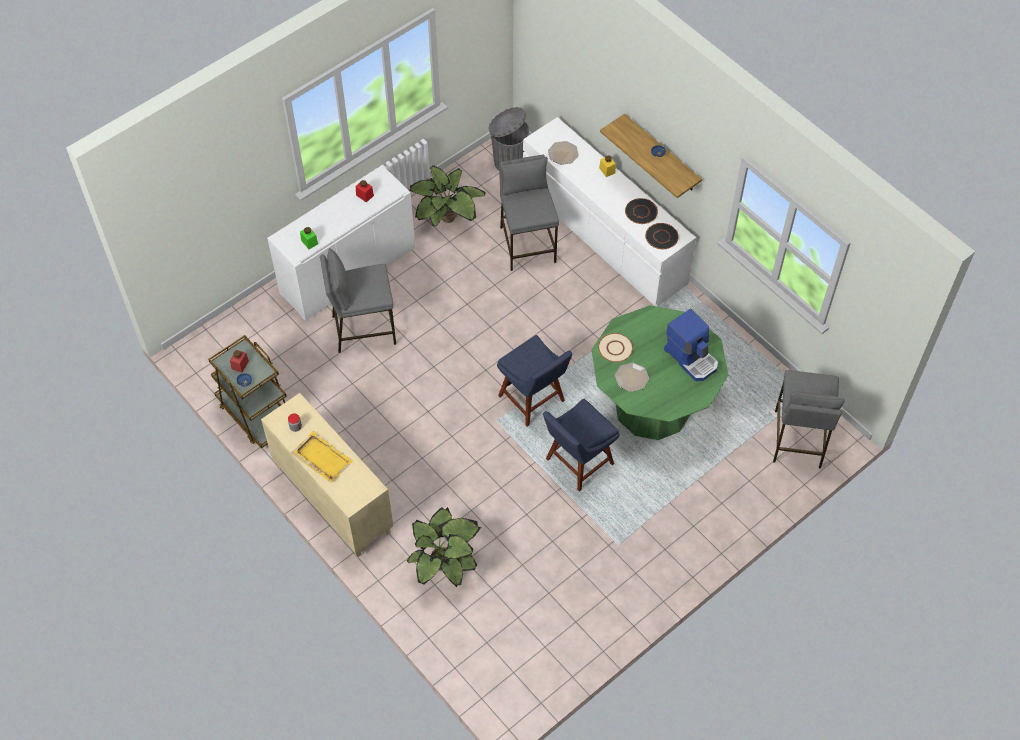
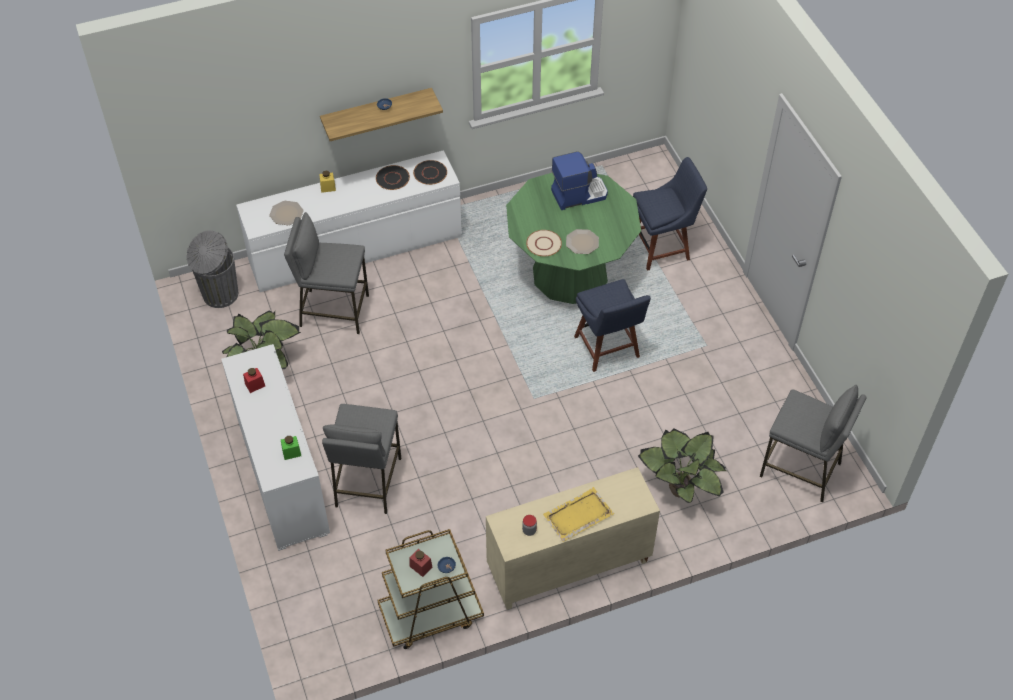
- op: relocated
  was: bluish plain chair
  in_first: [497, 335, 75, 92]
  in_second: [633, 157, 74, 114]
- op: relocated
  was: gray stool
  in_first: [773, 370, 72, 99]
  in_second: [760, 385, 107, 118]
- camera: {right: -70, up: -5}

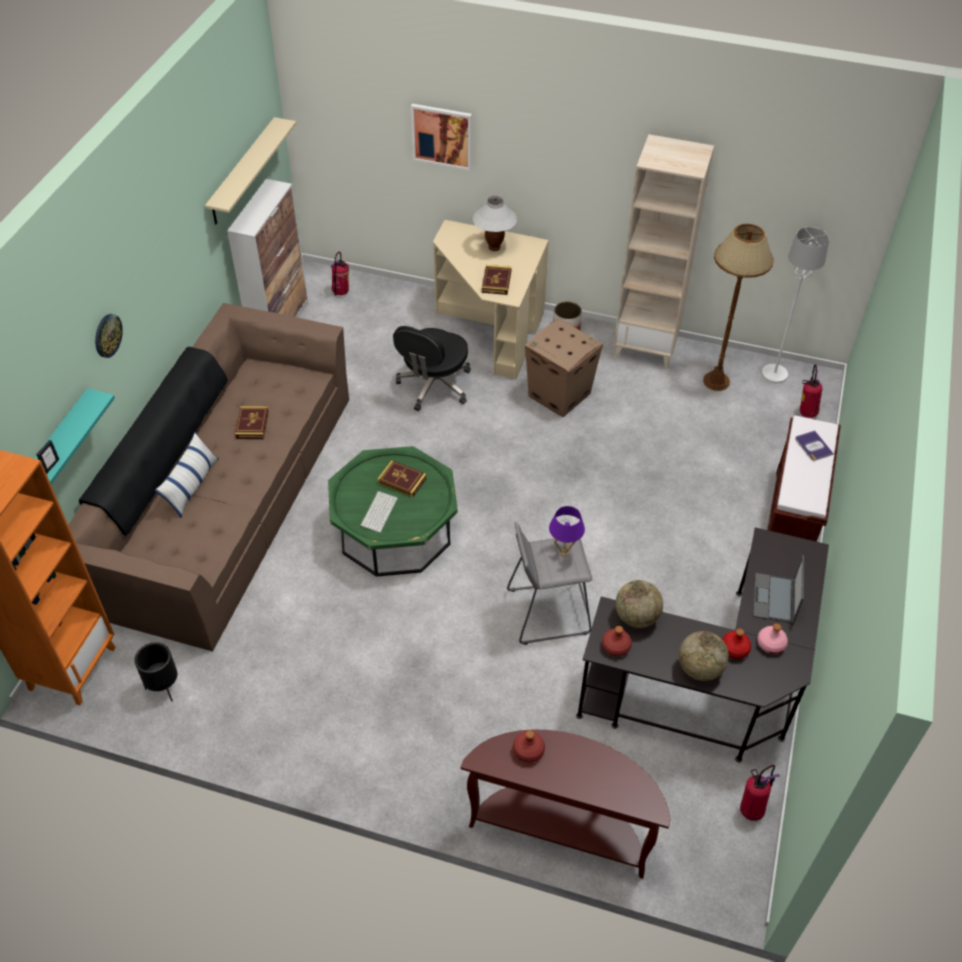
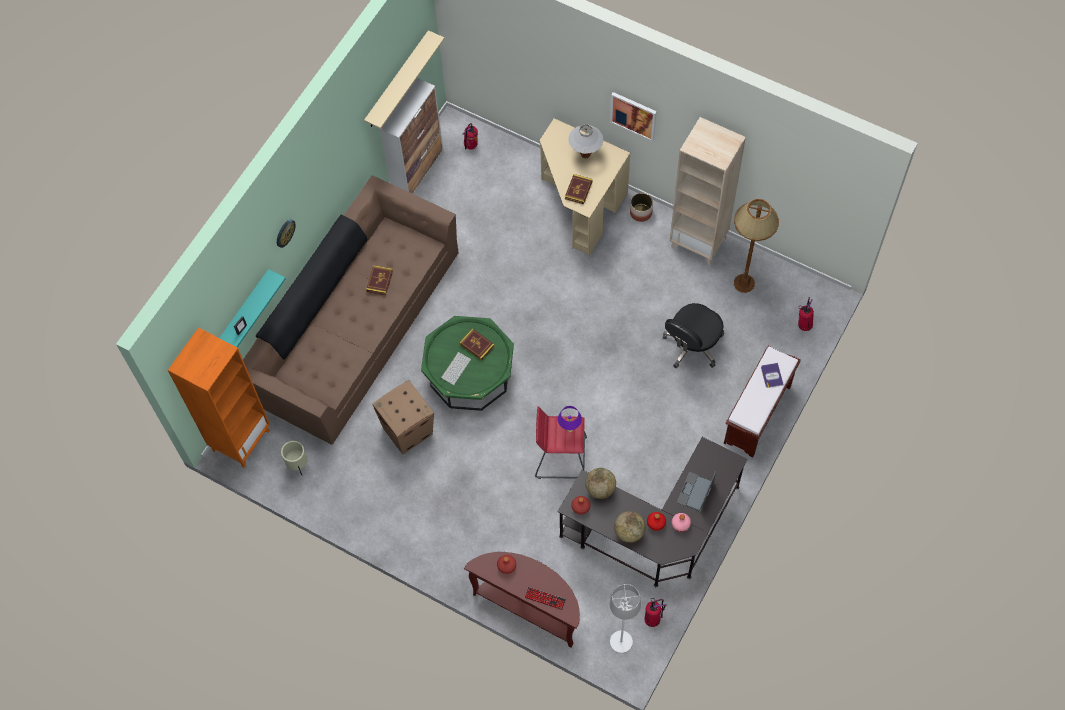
- op: missing
  was: cushion
  in_first: [155, 432, 64, 86]
- op: appeared
  now: computer keyboard
  in_second: [525, 587, 41, 23]
- op: relocated
  was: black office chair
  in_first: [393, 326, 78, 85]
  in_second: [663, 303, 61, 65]
- op: relocated
  was: wall picture
  in_first: [411, 104, 61, 67]
  in_second: [610, 92, 47, 50]
- op: relocated
  was: packing box
  in_first: [525, 319, 78, 98]
  in_second: [372, 380, 62, 74]
- op: relocated
  was: whitish standing lamp
  in_first: [762, 227, 67, 156]
  in_second: [610, 584, 31, 69]
- op: colour
  was: black plant pot
  now: sand-coloured plant pot
  in_first: [134, 642, 43, 59]
  in_second: [281, 441, 26, 34]
- op: colour
  was: gray stool
  now: red stool
  in_first: [507, 522, 85, 123]
  in_second: [535, 406, 52, 73]
- camera: {right: 15, up: 15}

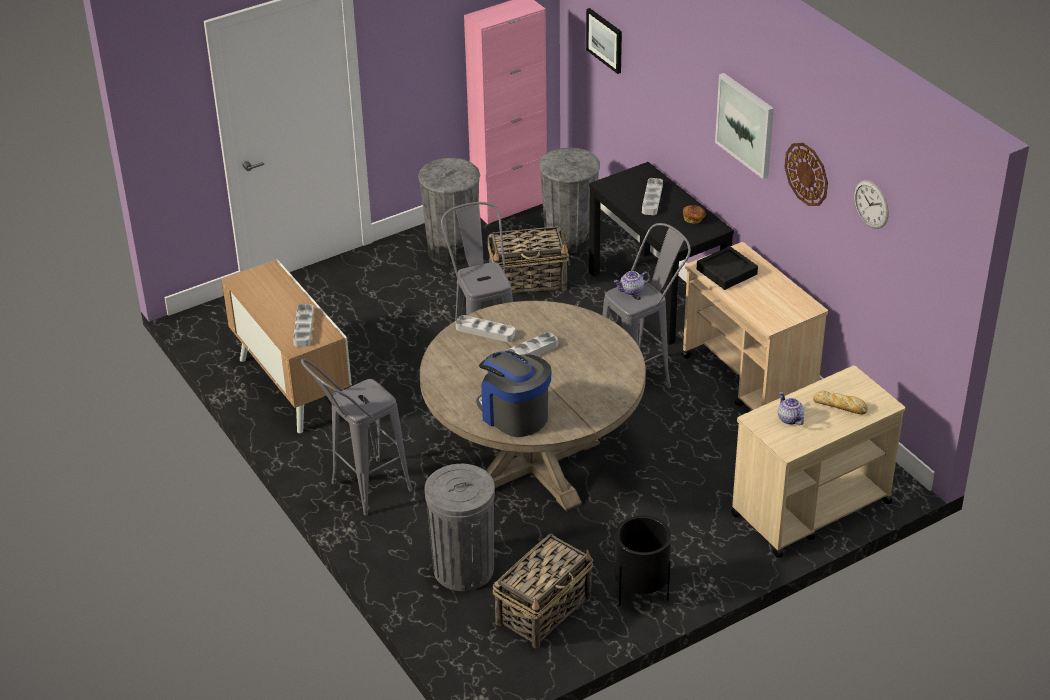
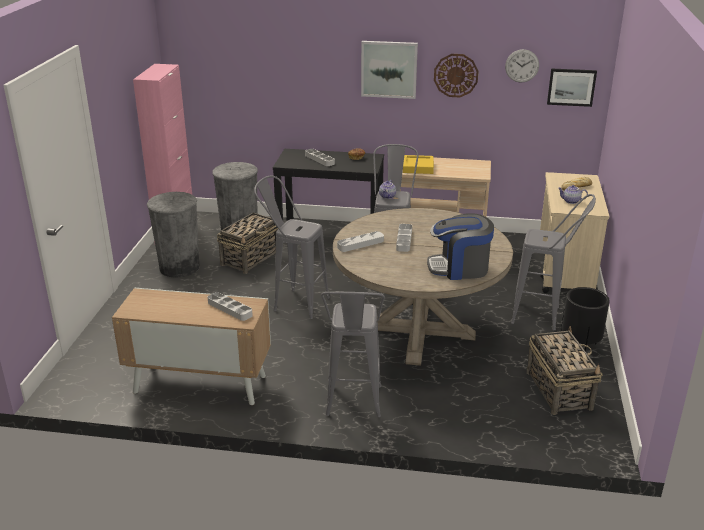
- op: missing
  was: gray rubbish bin
  in_first: [425, 464, 70, 127]
- op: appeared
  now: gray stool
  in_second: [511, 194, 85, 136]
- op: relocated
  was: wall picture
  in_first: [586, 8, 36, 66]
  in_second: [547, 68, 50, 39]
- op: colour
  was: black serving tray
  now: yellowish serving tray
  in_first: [697, 246, 61, 44]
  in_second: [403, 155, 31, 19]
- camera: {right: -50, up: -10}

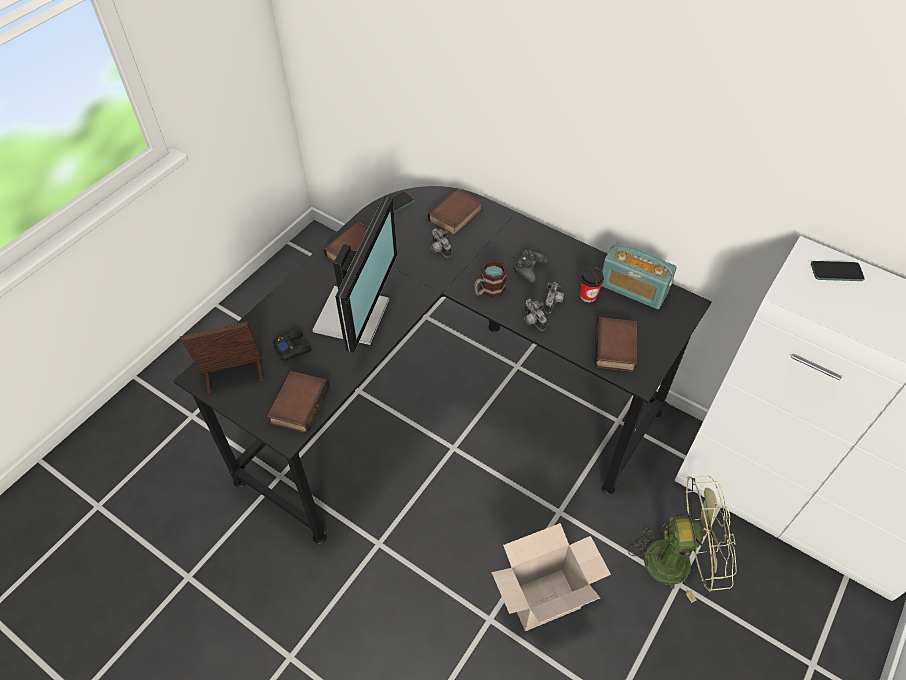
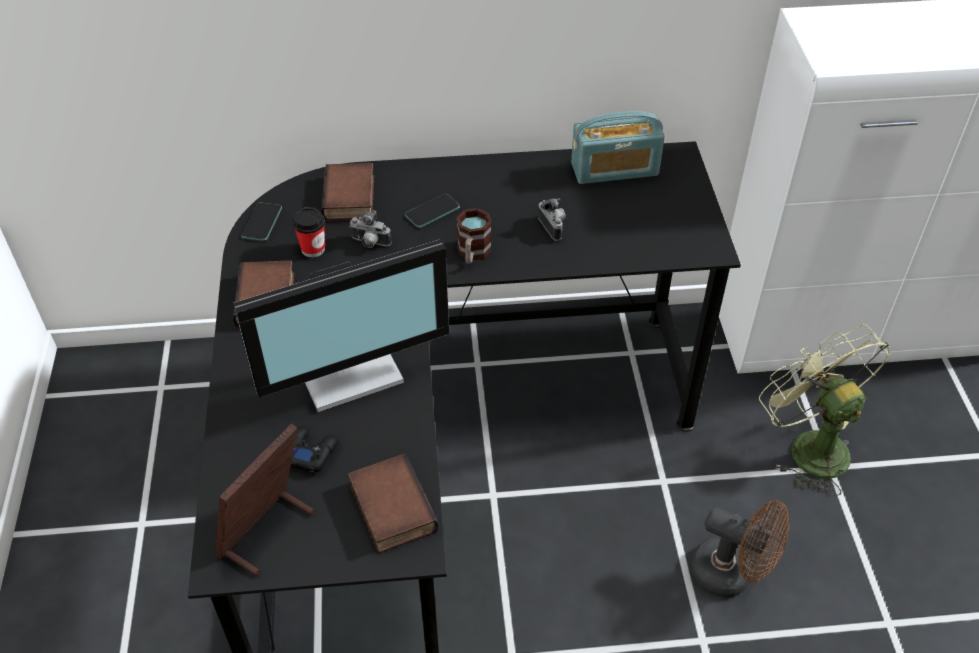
- op: missing
  was: black joypad
  in_first: [513, 250, 35, 33]
- op: missing
  was: still camera
  in_first: [524, 299, 23, 32]
- op: missing
  was: volume
  in_first: [594, 317, 43, 55]
- op: relocated
  was: drinking cup
  in_first: [580, 267, 24, 35]
  in_second: [293, 207, 32, 50]
- op: relocated
  was: handset
  in_first: [811, 261, 54, 20]
  in_second: [405, 194, 55, 34]
- op: exchanged
  was: packing box
  now: brown-coloured electric fan
  in_first: [491, 523, 120, 108]
  in_second: [689, 500, 101, 98]
- op: spun
  was: monitor
  in_first: [313, 196, 84, 157]
  in_second: [233, 240, 216, 172]
  clockwise: 90
- op: spun
  was: greenish electric fan
  in_first: [628, 476, 109, 127]
  in_second: [759, 324, 131, 172]
  clockwise: -75
- camera: {right: -40, up: -5}

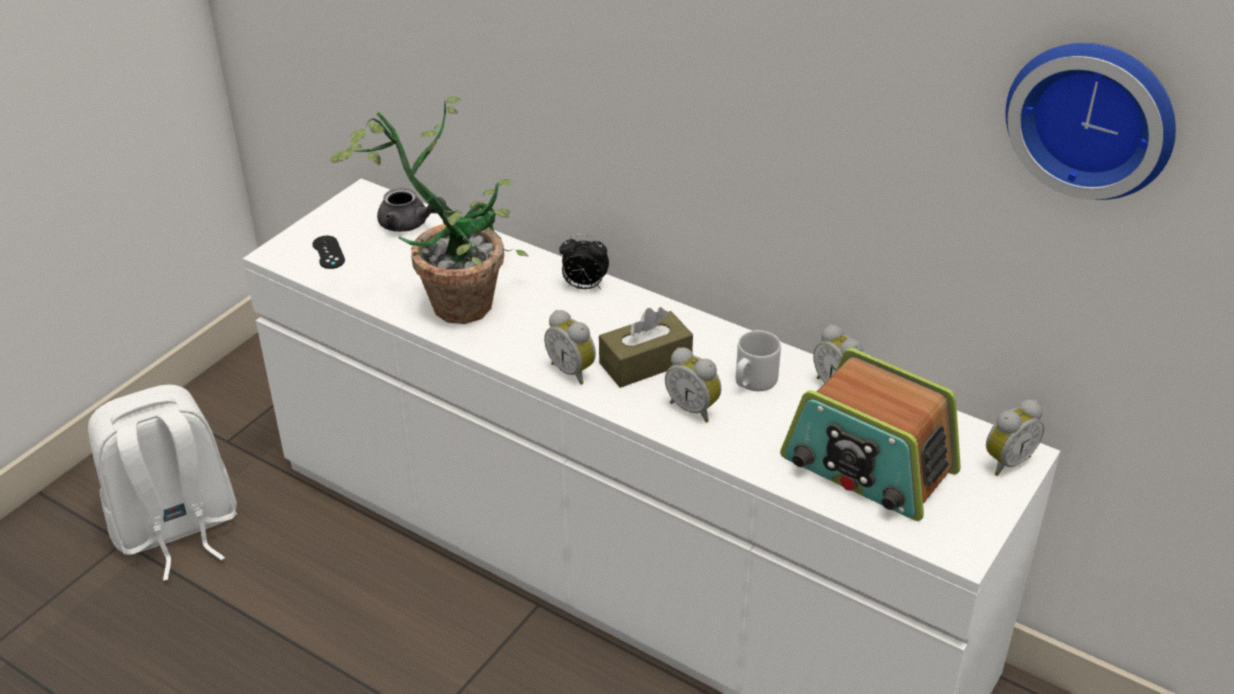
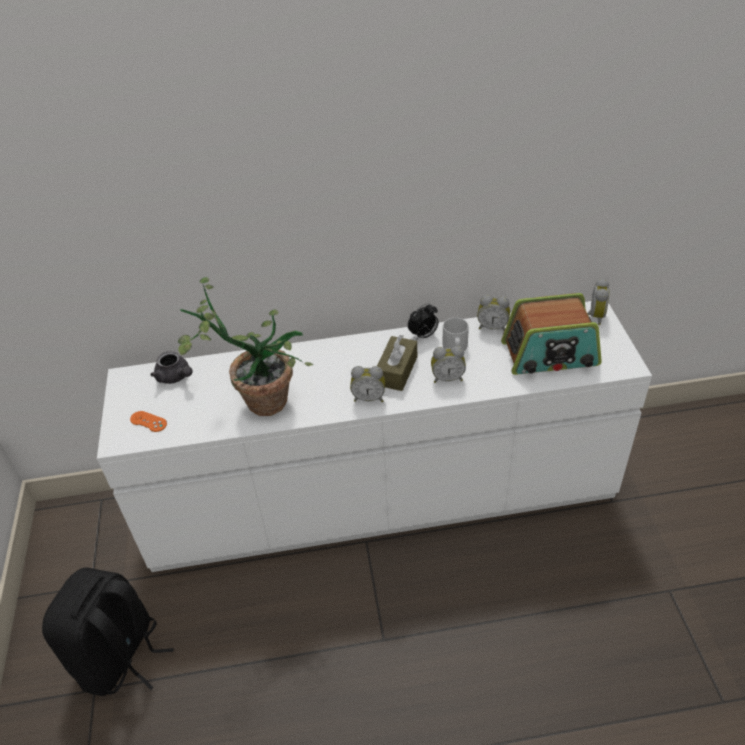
- op: missing
  was: clock on the wall
  in_first: [1006, 43, 170, 157]
- op: relocated
  was: table clock
  in_first: [559, 234, 50, 55]
  in_second: [408, 303, 31, 38]
- op: colour
  was: whitish rucksack
  now: black rucksack
  in_first: [88, 385, 149, 196]
  in_second: [42, 567, 132, 129]
- op: colour
  was: black joypad
  now: orange-coloured joypad
  in_first: [312, 236, 33, 33]
  in_second: [130, 411, 37, 21]
- op: spun
  was: gray tea pot
  in_first: [377, 188, 69, 44]
  in_second: [150, 351, 43, 33]
  clockwise: 60
- camera: {right: -40, up: 5}

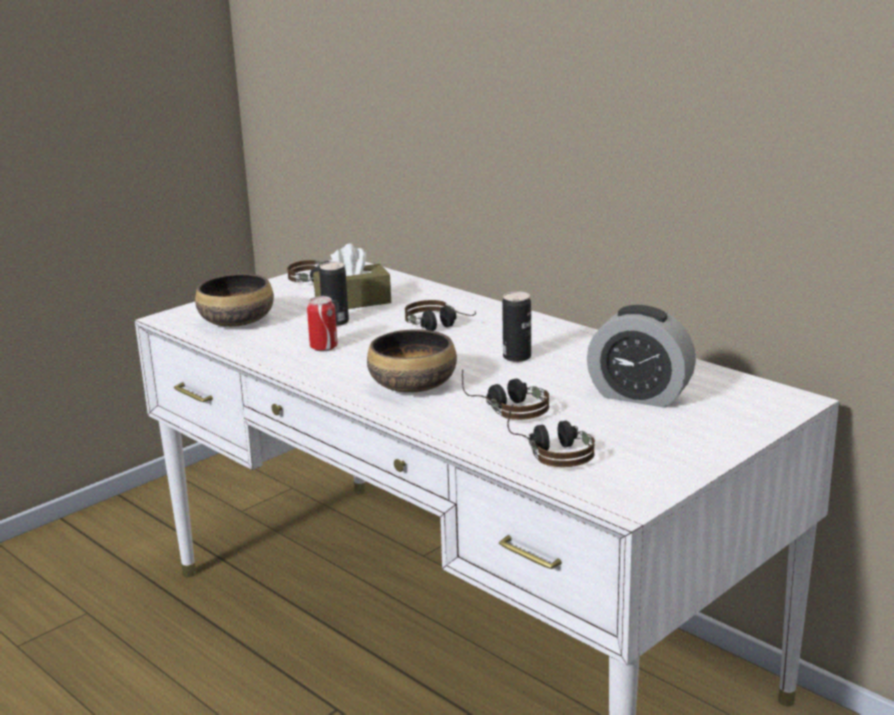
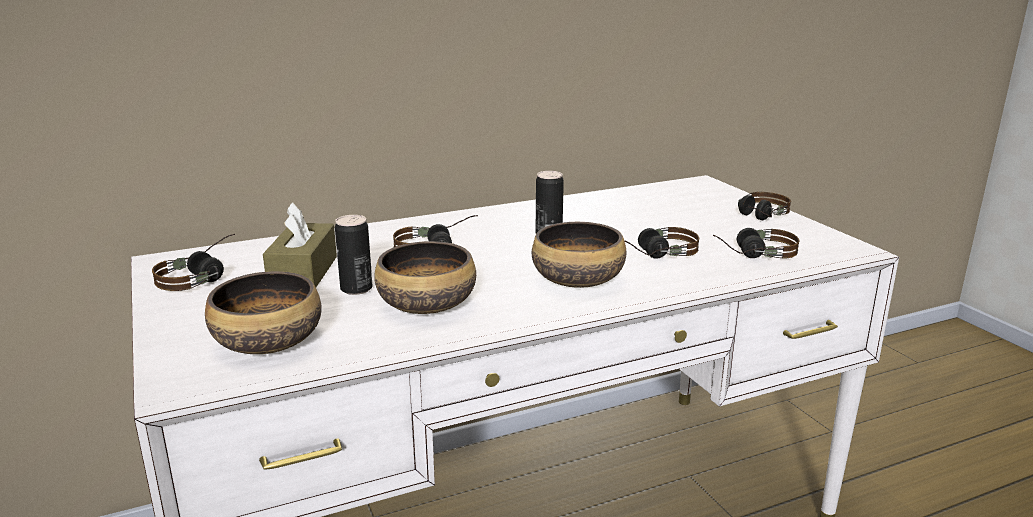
- op: missing
  was: table clock
  in_first: [587, 305, 109, 103]
- op: appeared
  now: pair of headphones
  in_second: [738, 192, 53, 28]
- op: exchanged
  was: metal can
  now: deep dish
  in_first: [307, 296, 31, 55]
  in_second: [374, 241, 102, 73]
- camera: {right: -70, up: 0}

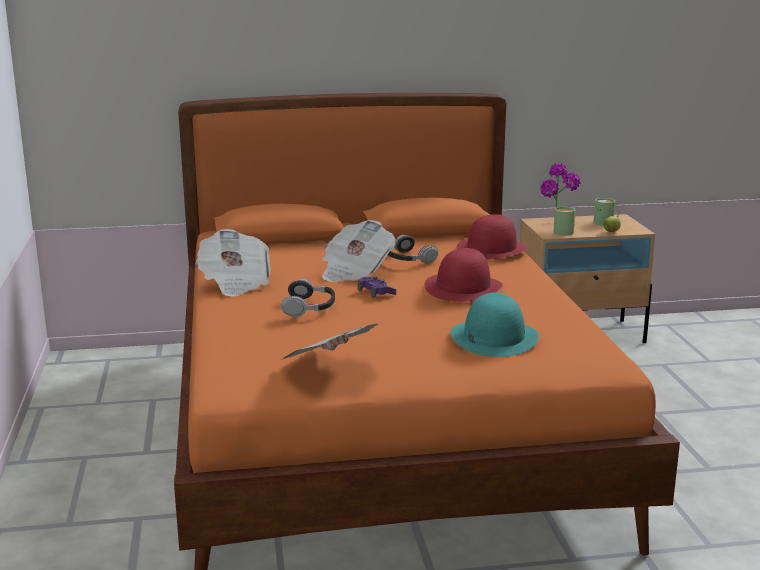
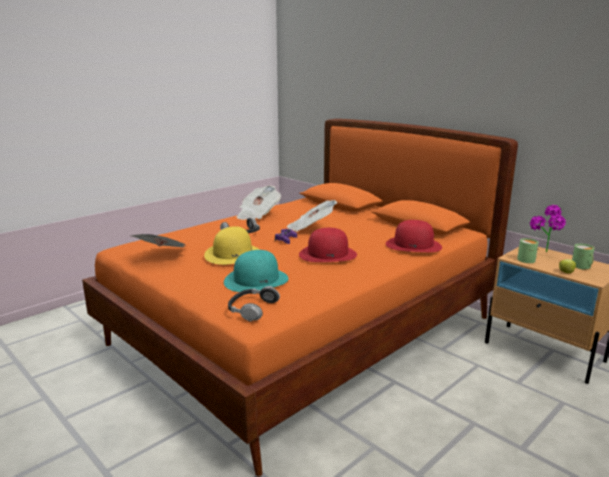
- op: appeared
  now: yellowish hat
  in_second: [204, 226, 56, 39]
- op: relocated
  was: pair of headphones
  in_first: [388, 235, 50, 29]
  in_second: [228, 286, 52, 36]
- camera: {right: 55, up: 0}

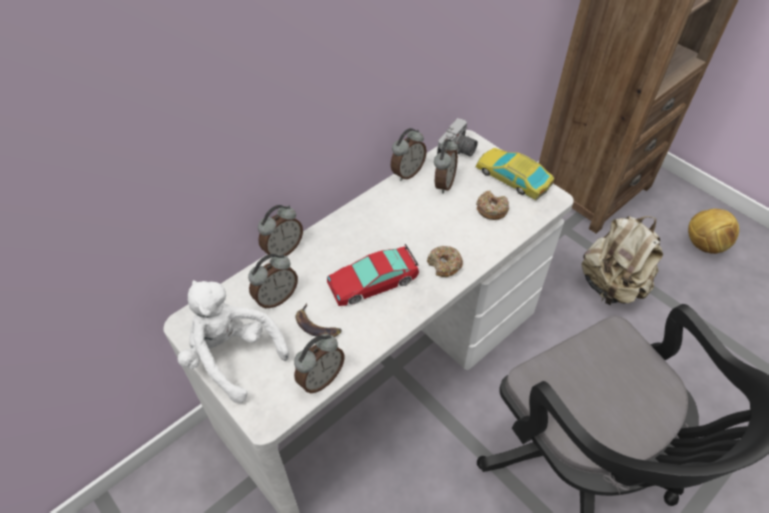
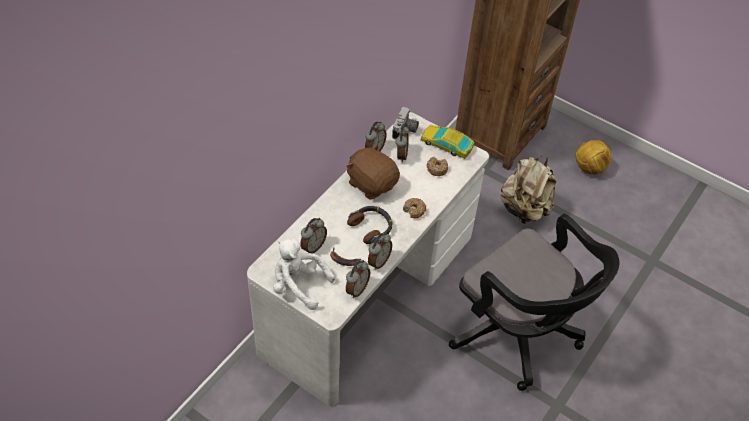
- op: appeared
  now: brown-coloured plush toy
  in_second: [347, 144, 53, 56]
- op: relocated
  was: table clock
  in_first: [258, 205, 45, 51]
  in_second: [368, 233, 24, 37]
- op: exchanged
  was: toy car
  now: pair of headphones
  in_first: [327, 244, 92, 62]
  in_second: [347, 206, 46, 38]
- camera: {right: -15, up: 0}

